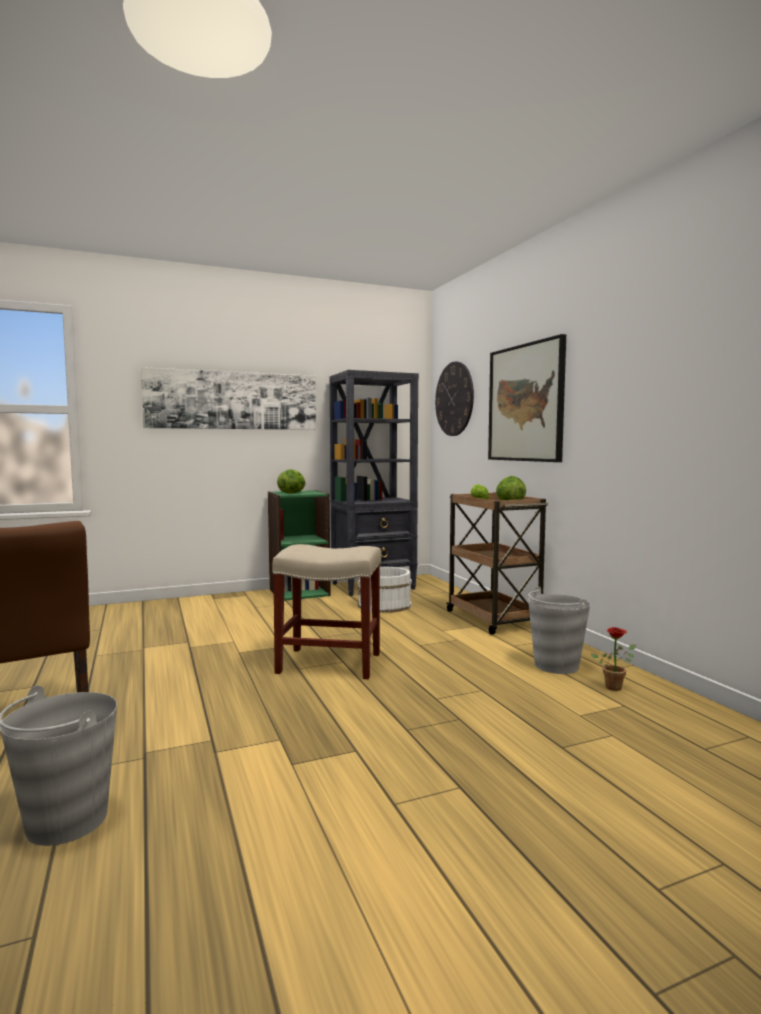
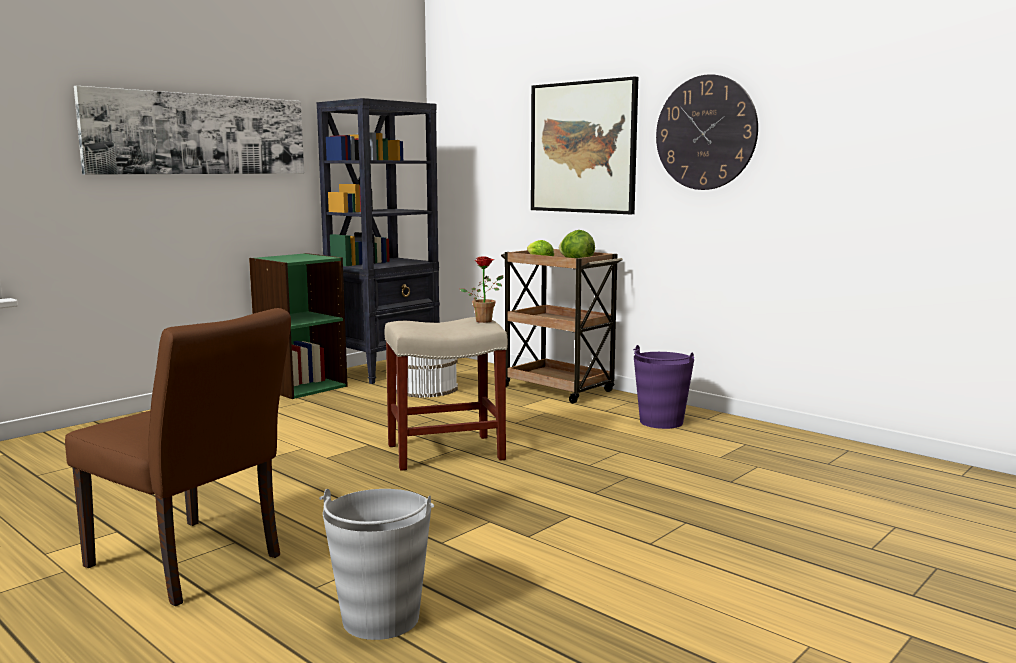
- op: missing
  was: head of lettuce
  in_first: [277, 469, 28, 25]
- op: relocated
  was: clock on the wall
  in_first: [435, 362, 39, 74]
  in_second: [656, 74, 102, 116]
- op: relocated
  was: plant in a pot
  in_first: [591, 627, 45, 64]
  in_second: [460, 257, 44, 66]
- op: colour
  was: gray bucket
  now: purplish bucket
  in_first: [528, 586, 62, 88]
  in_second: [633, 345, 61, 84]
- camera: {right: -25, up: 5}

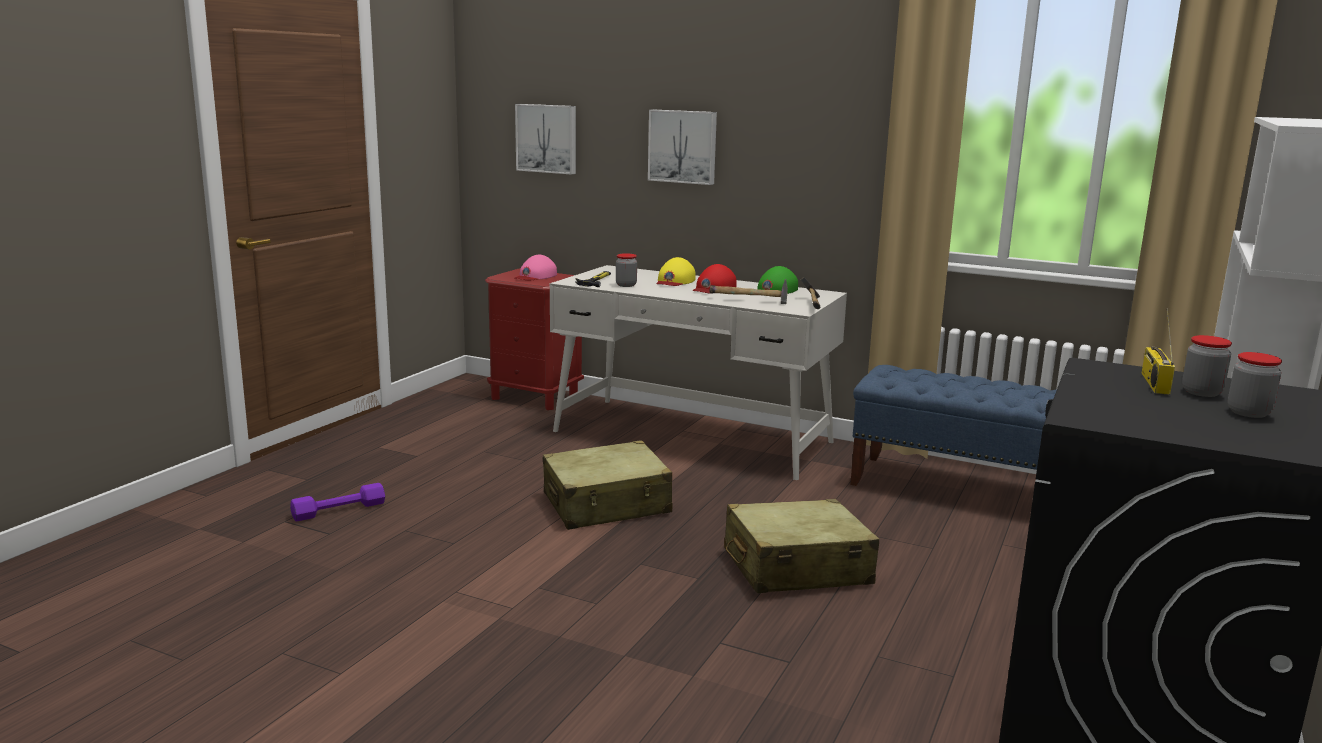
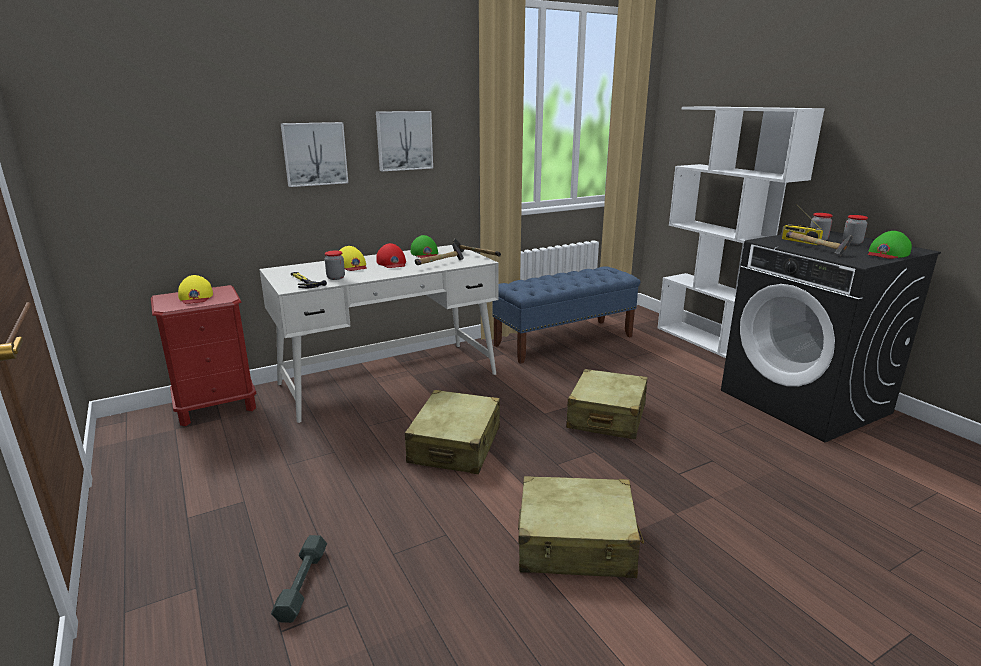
- op: appeared
  now: sand-coloured suitcase
  in_second: [518, 476, 126, 102]
- op: appeared
  now: hammer
  in_second: [786, 231, 67, 25]
- op: appeared
  now: greenish peaked cap
  in_second: [868, 231, 44, 28]
- op: relocated
  was: wall picture
  in_first: [515, 104, 61, 71]
  in_second: [376, 111, 57, 60]
- op: colour
  was: purplish dumbbell
  now: gray dumbbell
  in_first: [290, 483, 95, 38]
  in_second: [271, 535, 56, 88]
- op: colour
  was: pinkish peaked cap
  now: yellowish peaked cap
  in_first: [515, 255, 42, 26]
  in_second: [178, 275, 35, 29]
- camera: {right: -55, up: 5}

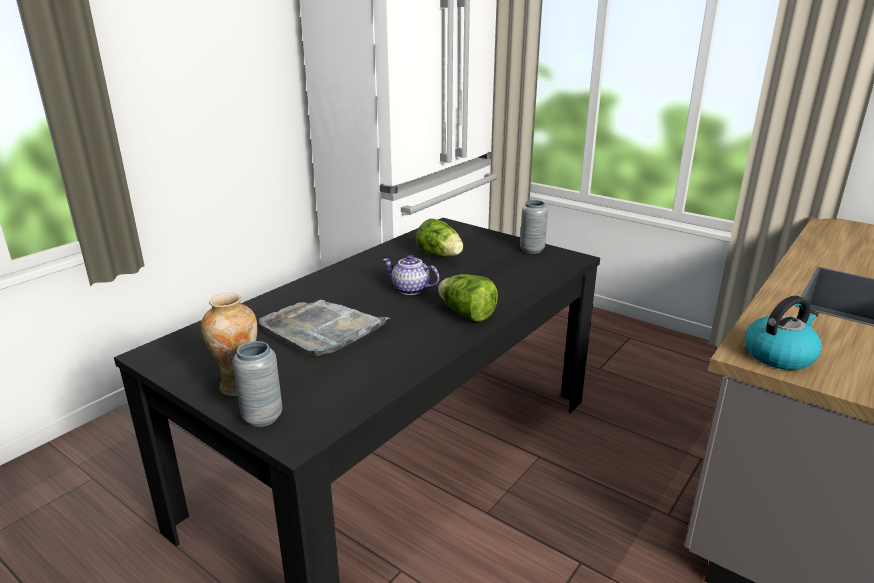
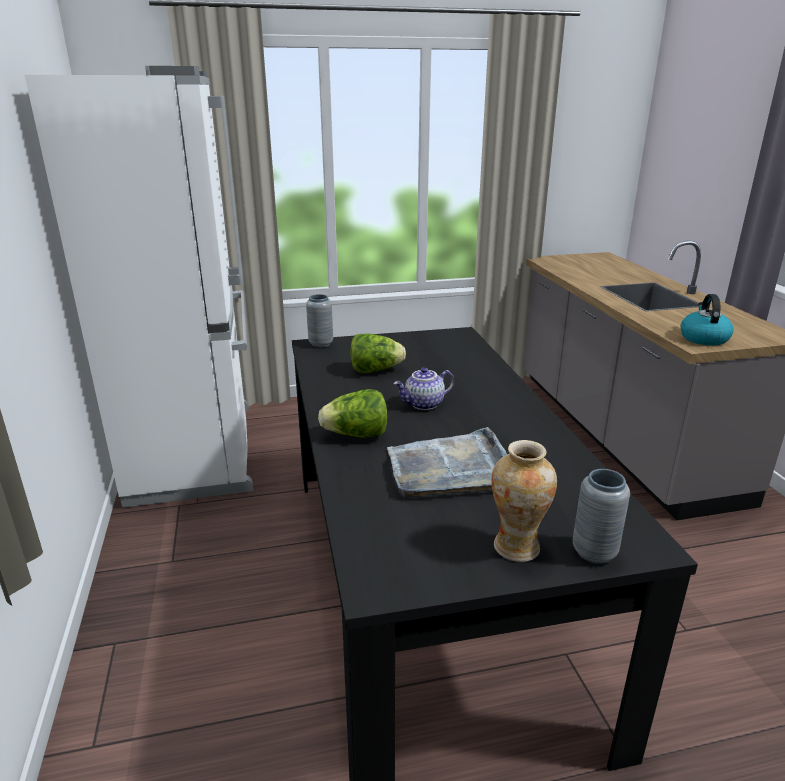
- op: relocated
  was: head of lettuce
  in_first: [438, 274, 60, 48]
  in_second: [318, 389, 69, 49]
- op: relocated
  was: gray vase
  in_first: [520, 200, 28, 54]
  in_second: [306, 294, 27, 54]
- camera: {right: -50, up: 0}

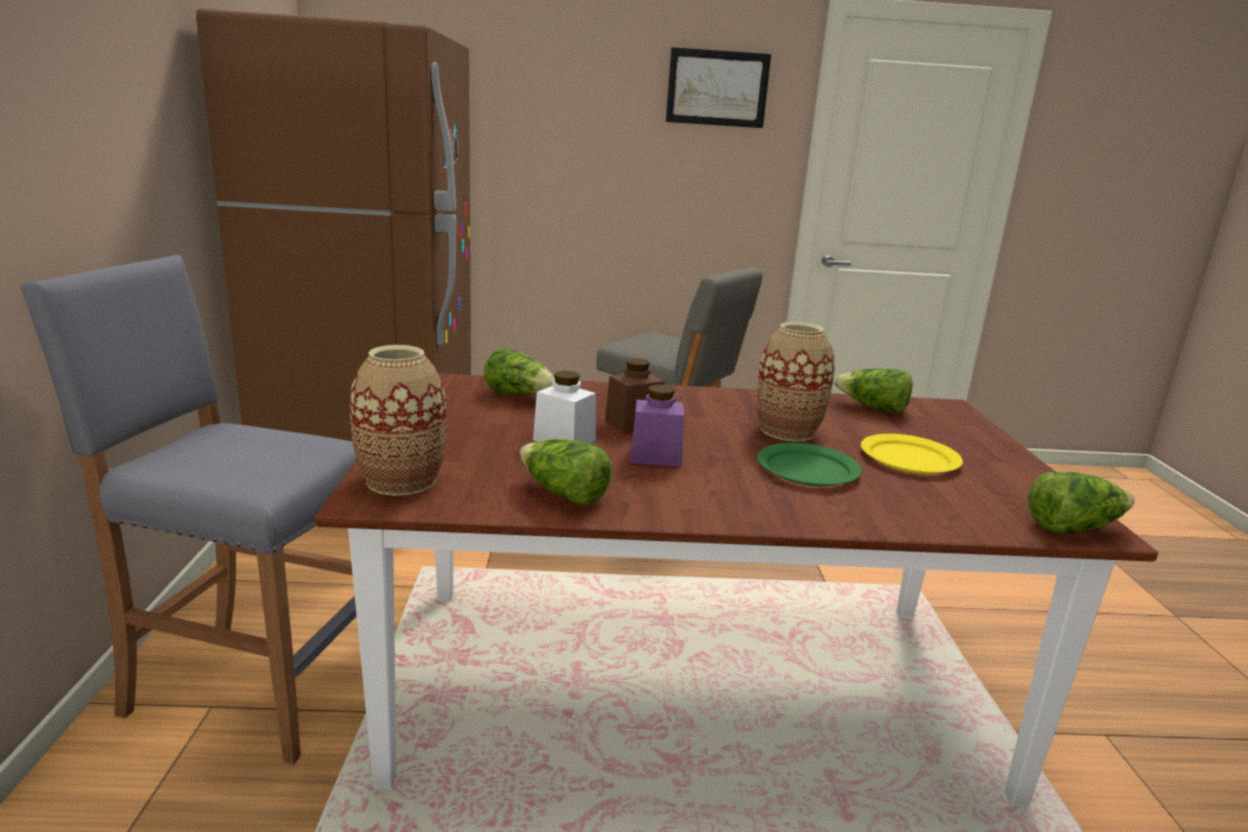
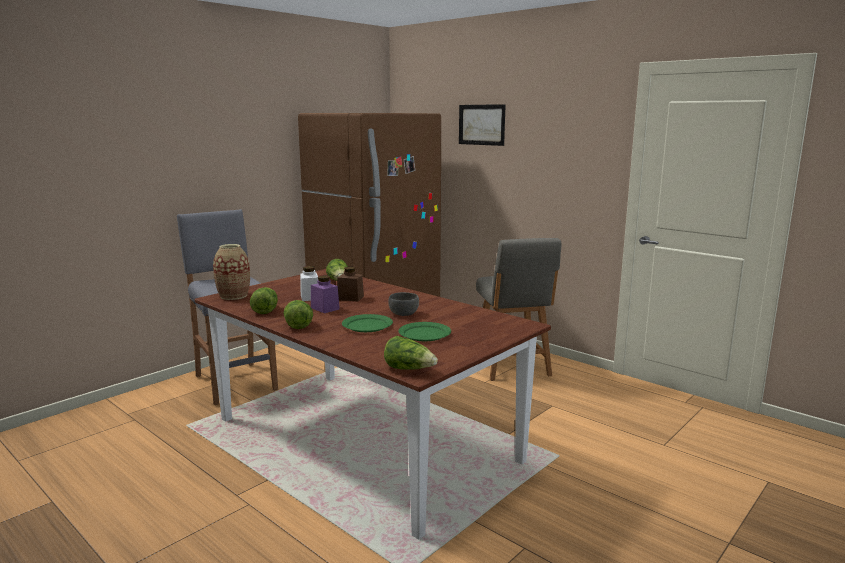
- op: relocated
  was: wall picture
  in_first: [666, 47, 105, 81]
  in_second: [459, 104, 47, 42]
- op: relocated
  was: head of lettuce
  in_first: [834, 369, 79, 45]
  in_second: [284, 300, 29, 29]
- op: exchanged
  was: vase
  now: gray deep dish
  in_first: [757, 322, 78, 120]
  in_second: [388, 292, 31, 24]
- op: colour
  was: yellowish dinner plate
  now: greenish dinner plate
  in_first: [861, 434, 102, 40]
  in_second: [398, 322, 53, 19]
- camera: {right: 45, up: -5}

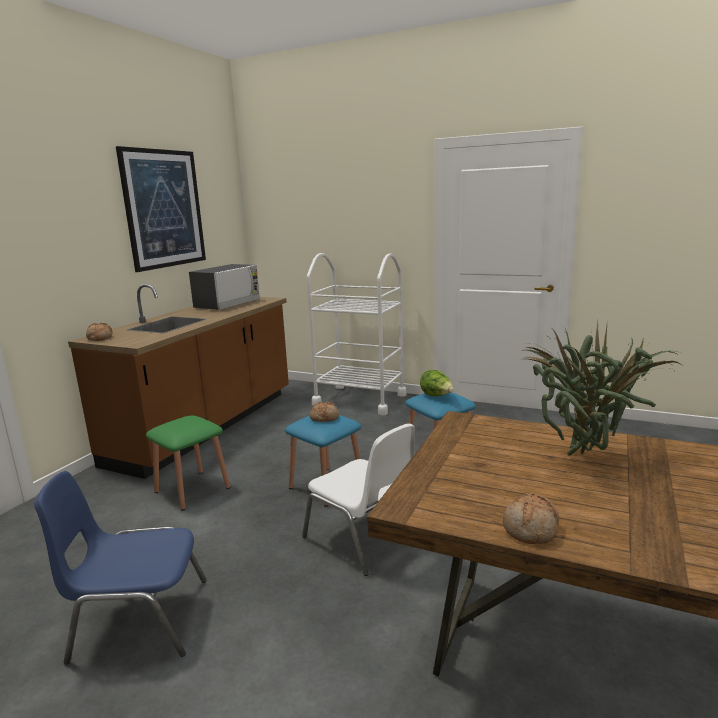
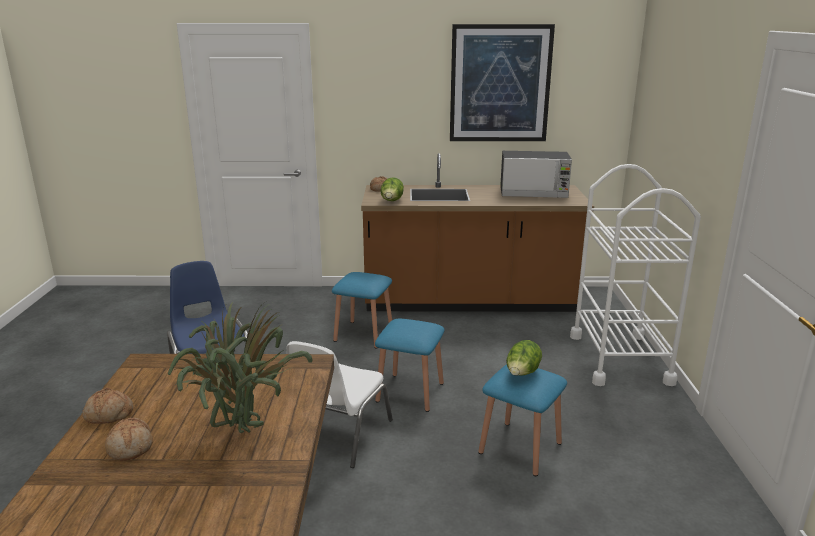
- op: appeared
  now: head of lettuce
  in_second: [380, 177, 24, 24]
- op: relocated
  was: baked bread
  in_first: [310, 401, 29, 21]
  in_second: [105, 418, 48, 42]
- op: colour
  was: greenish stool
  now: bluish stool
  in_first: [146, 415, 84, 96]
  in_second: [332, 272, 60, 77]
- camera: {right: 65, up: 5}

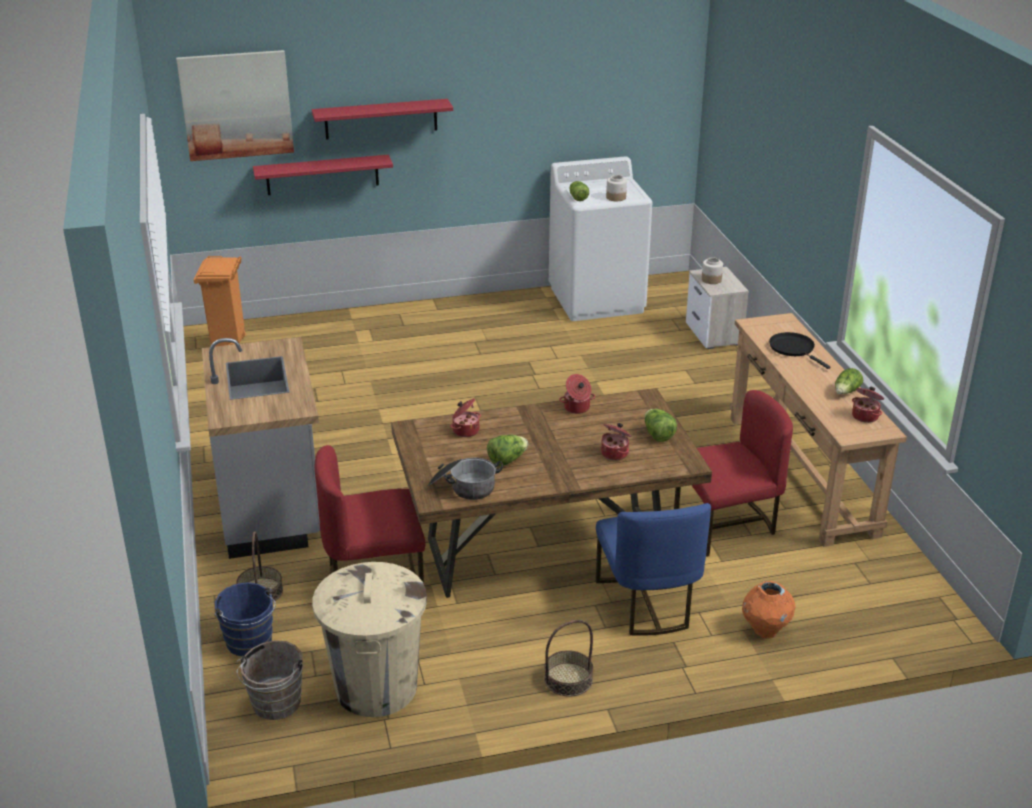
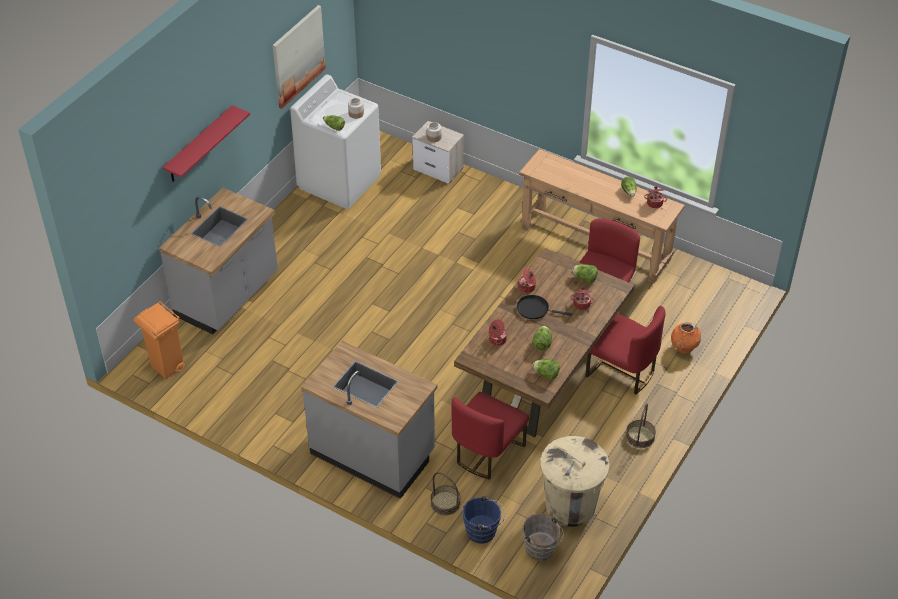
- op: missing
  was: red wall shelf
  in_first: [253, 155, 140, 40]
- op: appeared
  now: gray kitchen base unit
  in_second: [159, 188, 119, 147]
- op: relocated
  was: wall picture
  in_first: [176, 50, 118, 111]
  in_second: [273, 5, 53, 104]
- op: relocated
  was: black pan
  in_first: [769, 332, 62, 37]
  in_second: [517, 295, 55, 24]
- op: exchanged
  was: saucepot
  now: head of lettuce
  in_first: [428, 458, 75, 42]
  in_second: [532, 359, 28, 21]
- op: colour
  was: bluish plain chair
  now: red plain chair
  in_first: [596, 503, 115, 133]
  in_second: [586, 306, 80, 88]
- camera: {right: -45, up: 15}

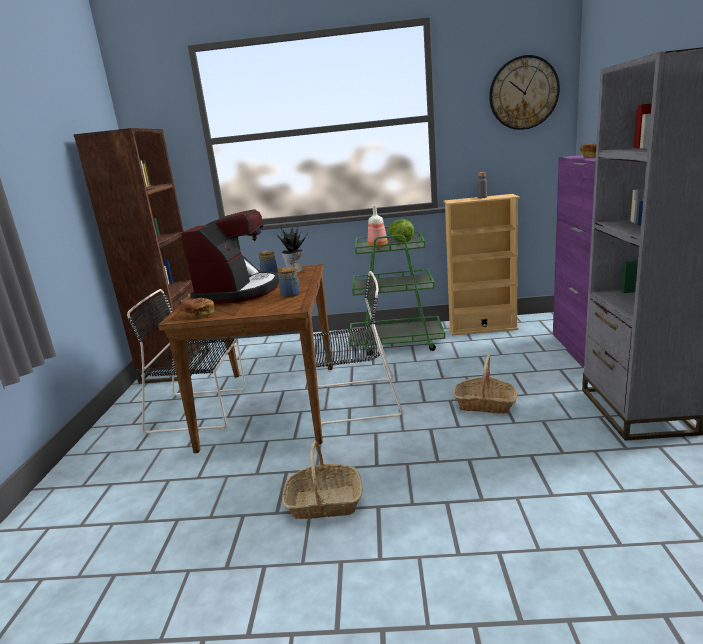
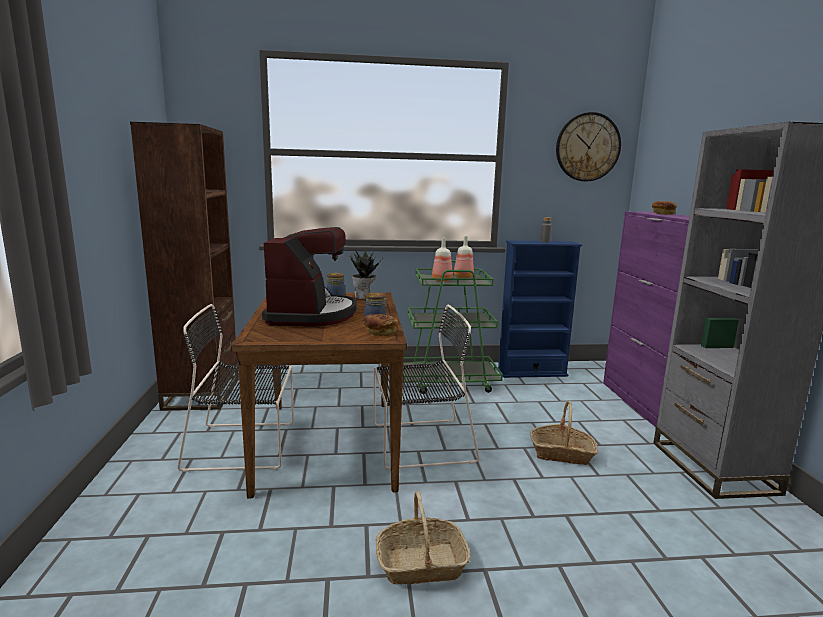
- op: relocated
  was: baked bread
  in_first: [182, 298, 32, 21]
  in_second: [363, 314, 35, 22]
- op: exchanged
  was: head of lettuce
  now: drink bottle
  in_first: [389, 219, 25, 24]
  in_second: [454, 236, 20, 42]
- op: colour
  was: sand-coloured bookshelf
  now: bluish bookshelf
  in_first: [444, 194, 76, 141]
  in_second: [498, 240, 84, 138]
- camera: {right: -10, up: -5}

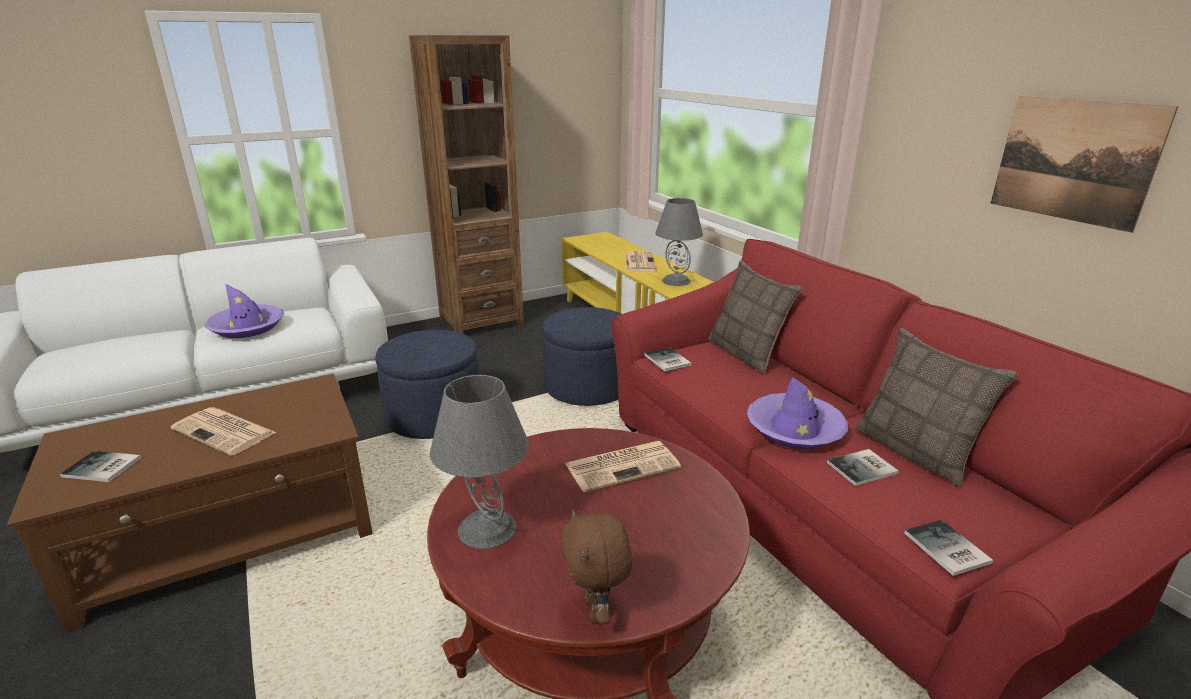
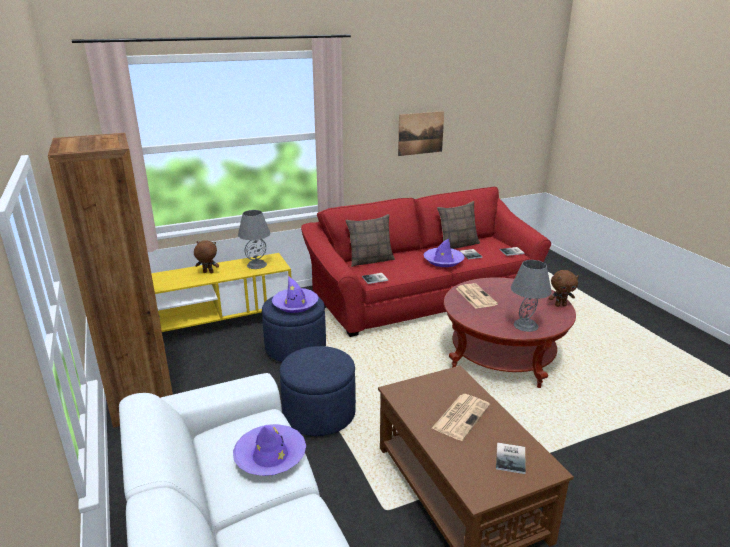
- op: appeared
  now: purplish hat
  in_second: [272, 276, 47, 37]
- op: exchanged
  was: newspaper
  now: brown-coloured plush toy
  in_first: [625, 251, 31, 20]
  in_second: [194, 241, 25, 32]
- camera: {right: -85, up: 0}

